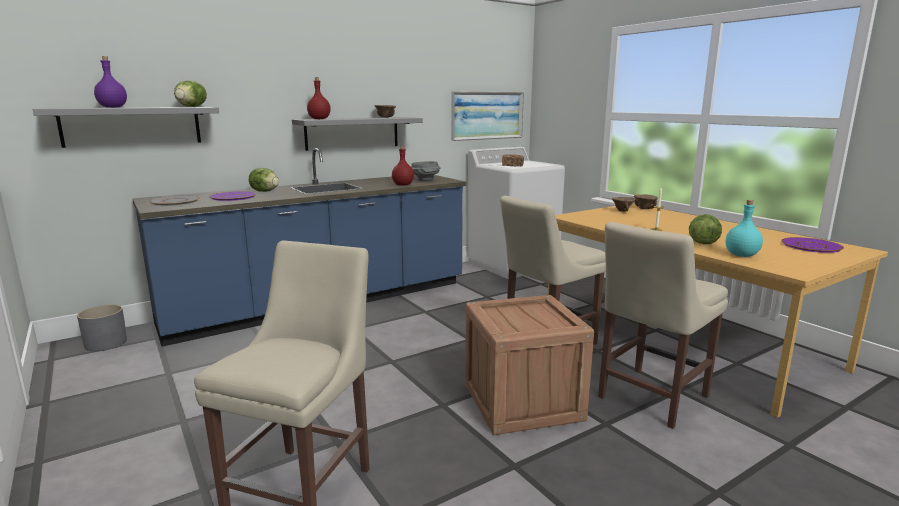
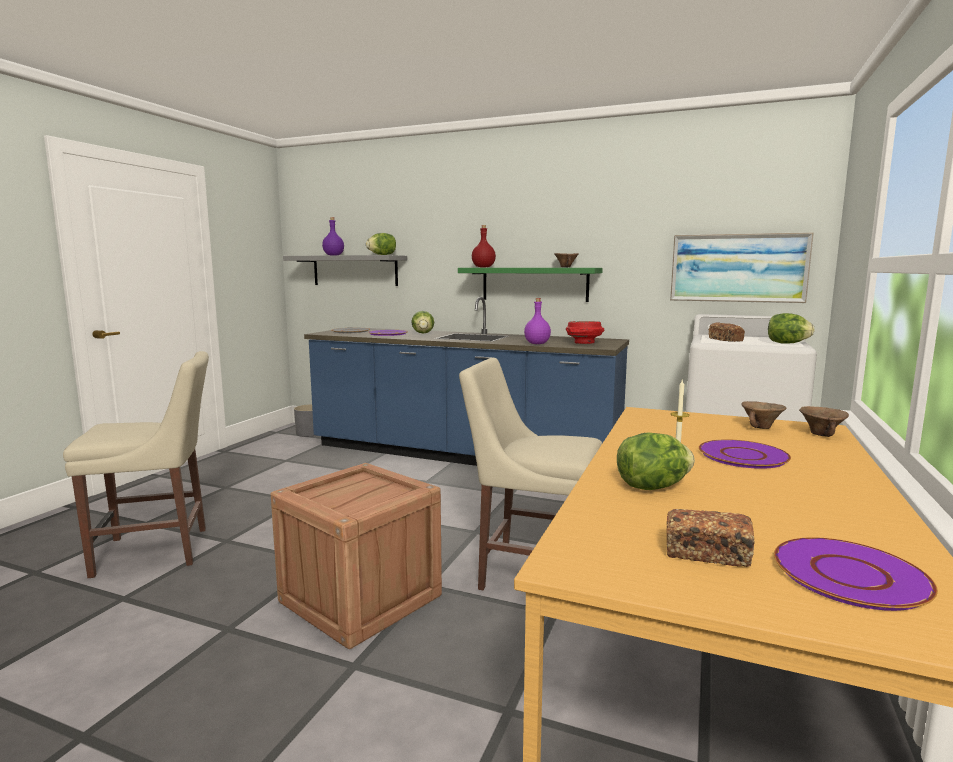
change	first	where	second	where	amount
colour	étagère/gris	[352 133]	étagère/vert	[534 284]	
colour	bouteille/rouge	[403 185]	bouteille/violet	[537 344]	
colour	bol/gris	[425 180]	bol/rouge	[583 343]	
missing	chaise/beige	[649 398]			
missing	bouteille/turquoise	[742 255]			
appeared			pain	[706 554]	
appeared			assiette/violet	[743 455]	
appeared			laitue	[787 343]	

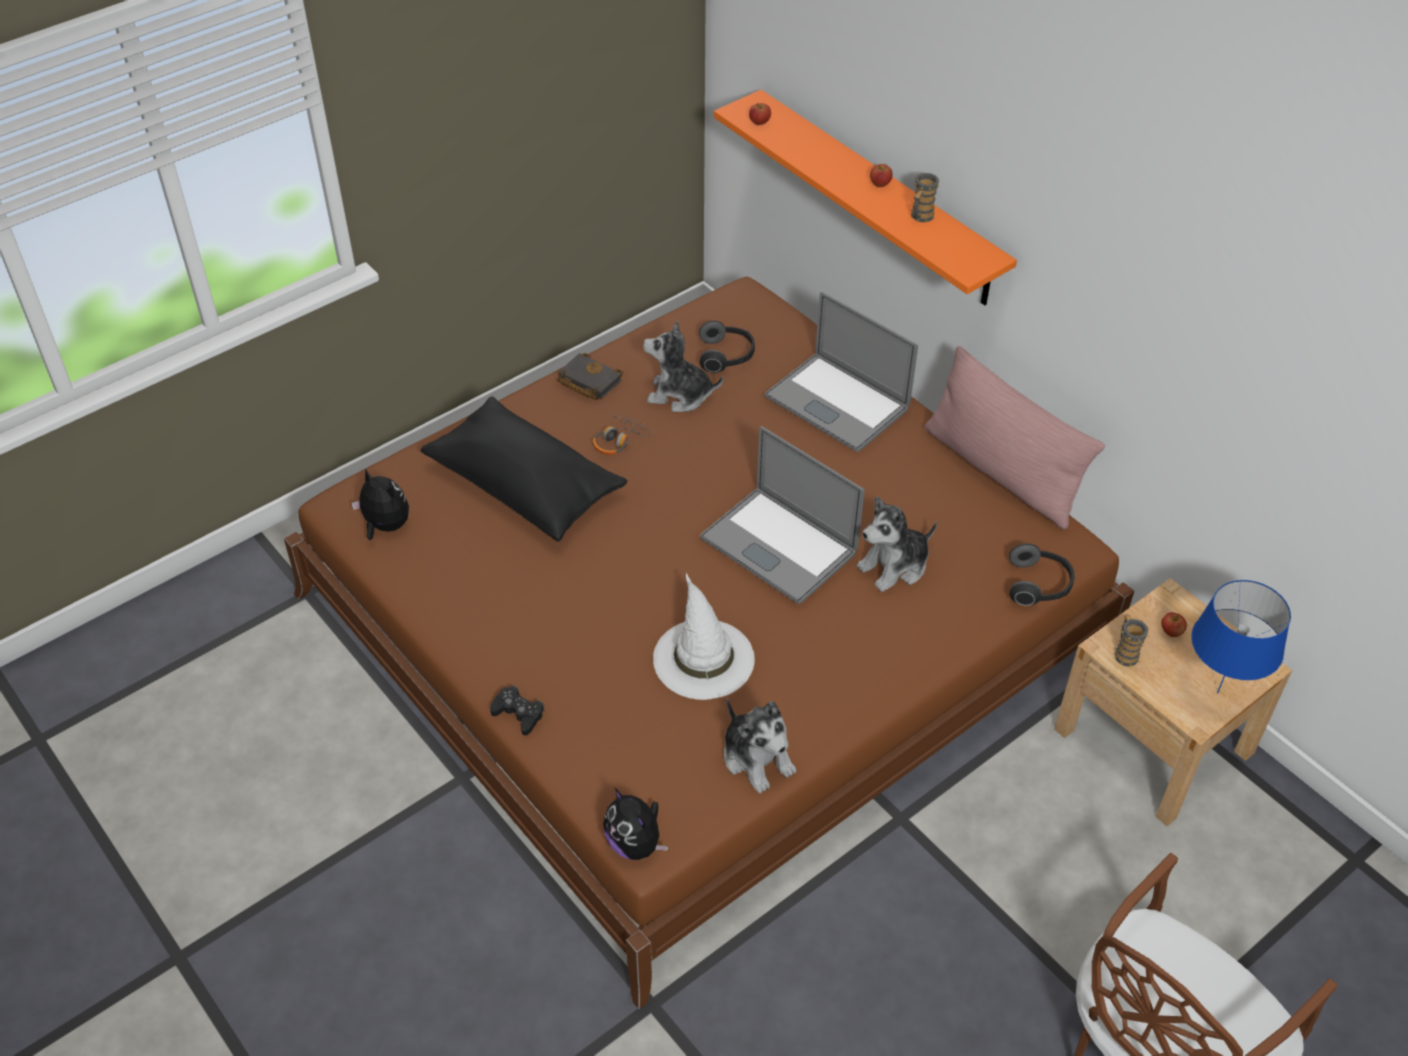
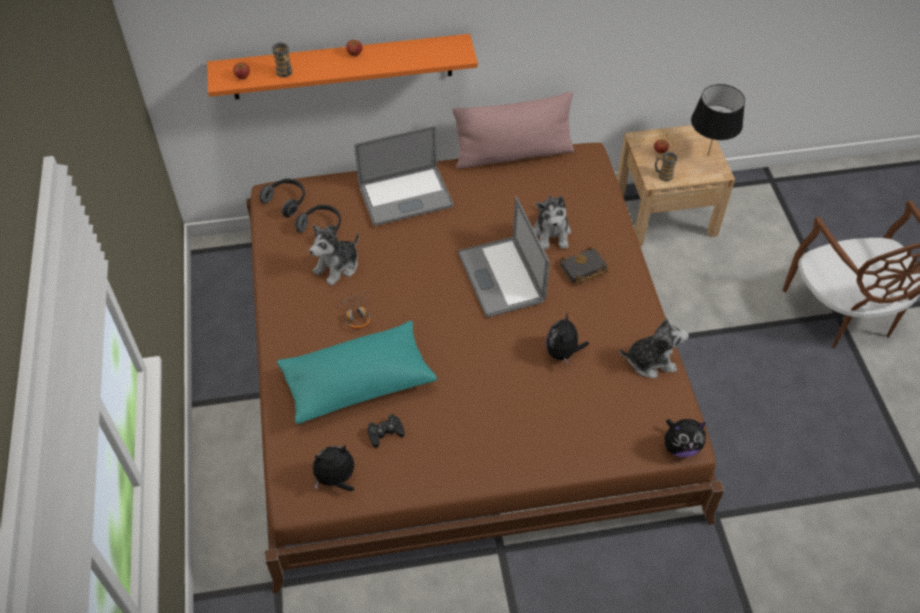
change	first	where	second	where	amount
colour	coussin/noir	[525 486]	coussin/turquoise	[358 382]	
relocated	manette/noir	[518 714]		[385 433]	
relocated	livre/noir	[587 381]		[582 269]	
exchanged	chapeau/blanc	[702 657]	peluche	[563 353]	
spun	ordinateur portable	[778 545]		[501 276]	90 degrees clockwise
relocated	mug	[920 217]		[285 74]	
relocated	casque audio	[1039 585]		[286 201]	
colour	lampe de table/bleu	[1218 692]	lampe de table/noir	[707 155]	

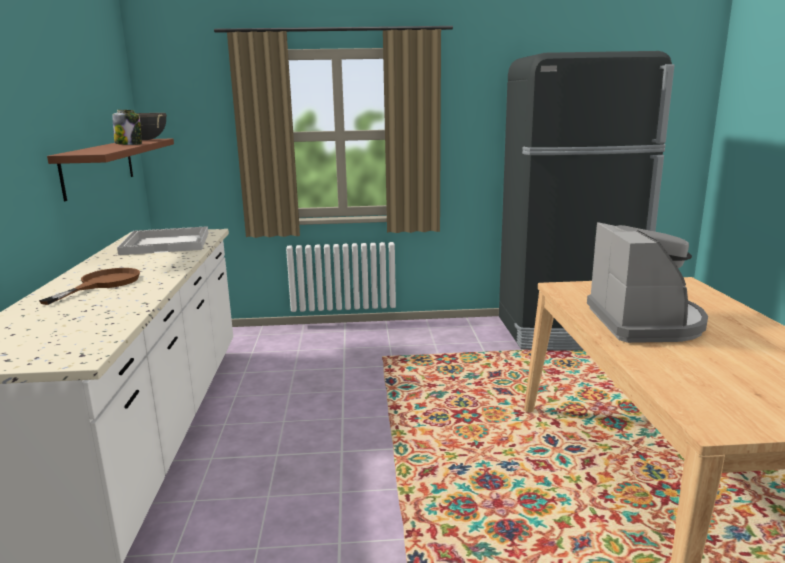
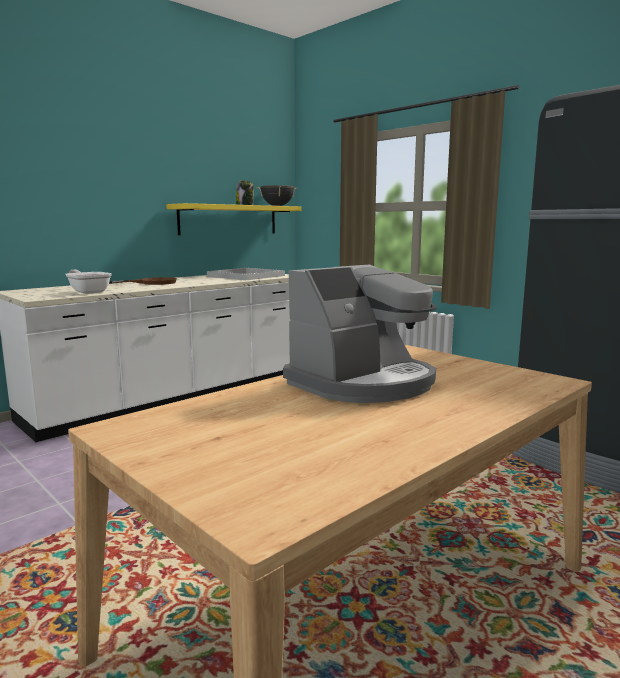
change	first	where	second	where	amount
colour	étagère/marron	[99 167]	étagère/jaune	[229 220]	
appeared			poêle	[88 292]	

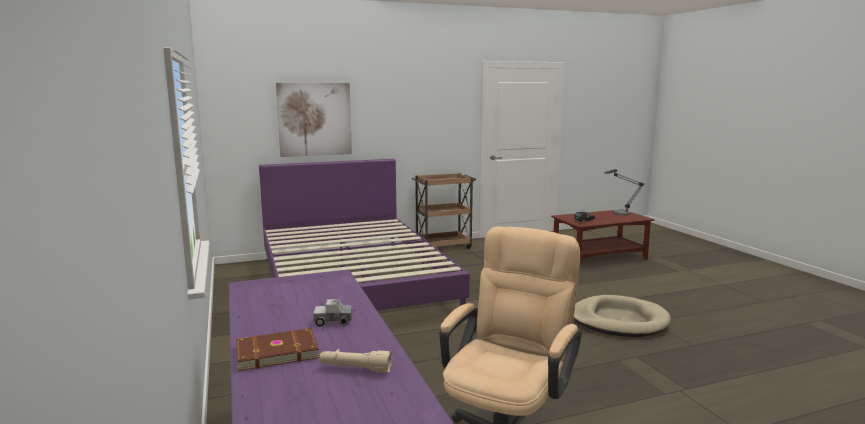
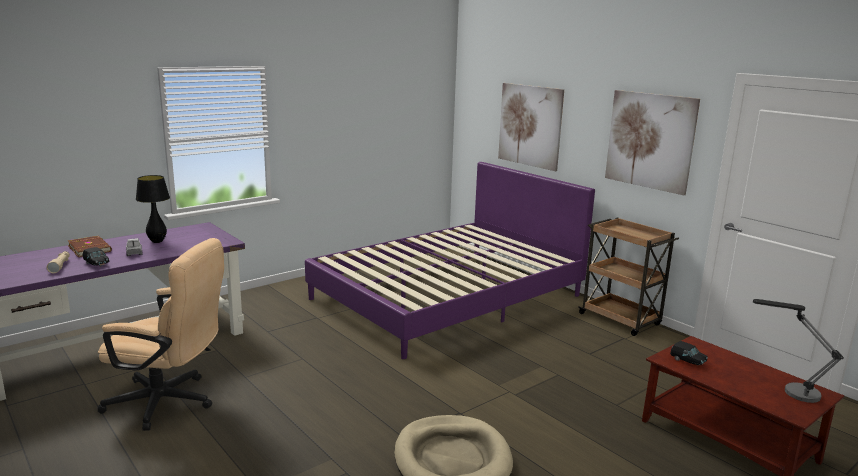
change	first	where	second	where	amount
appeared			petite voiture/noir	[97 264]	
appeared			lampe de table/noir	[157 241]	
appeared			tableau	[650 141]	

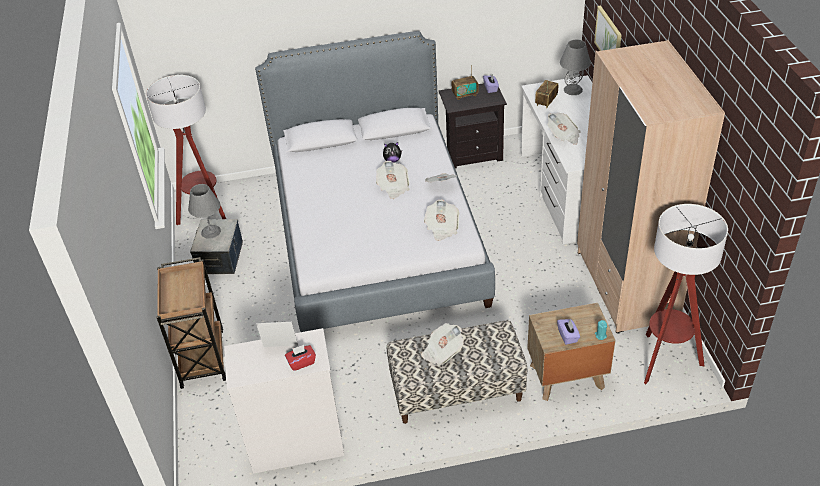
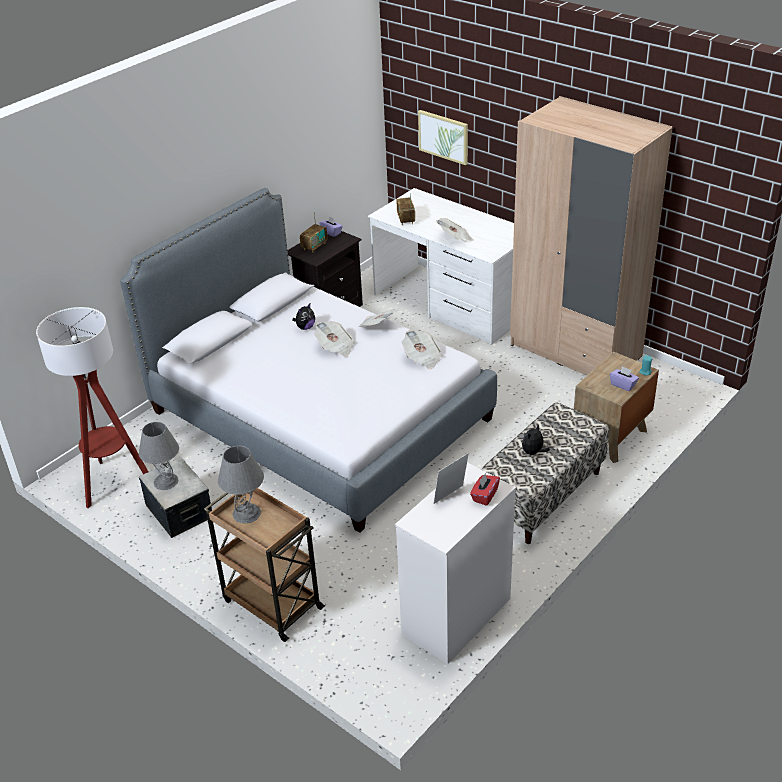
change	first	where	second	where	amount
exchanged	journal	[442 352]	peluche	[533 452]	
relocated	lampe de table/gris	[573 90]		[246 513]	
missing	lampadaire	[665 360]			

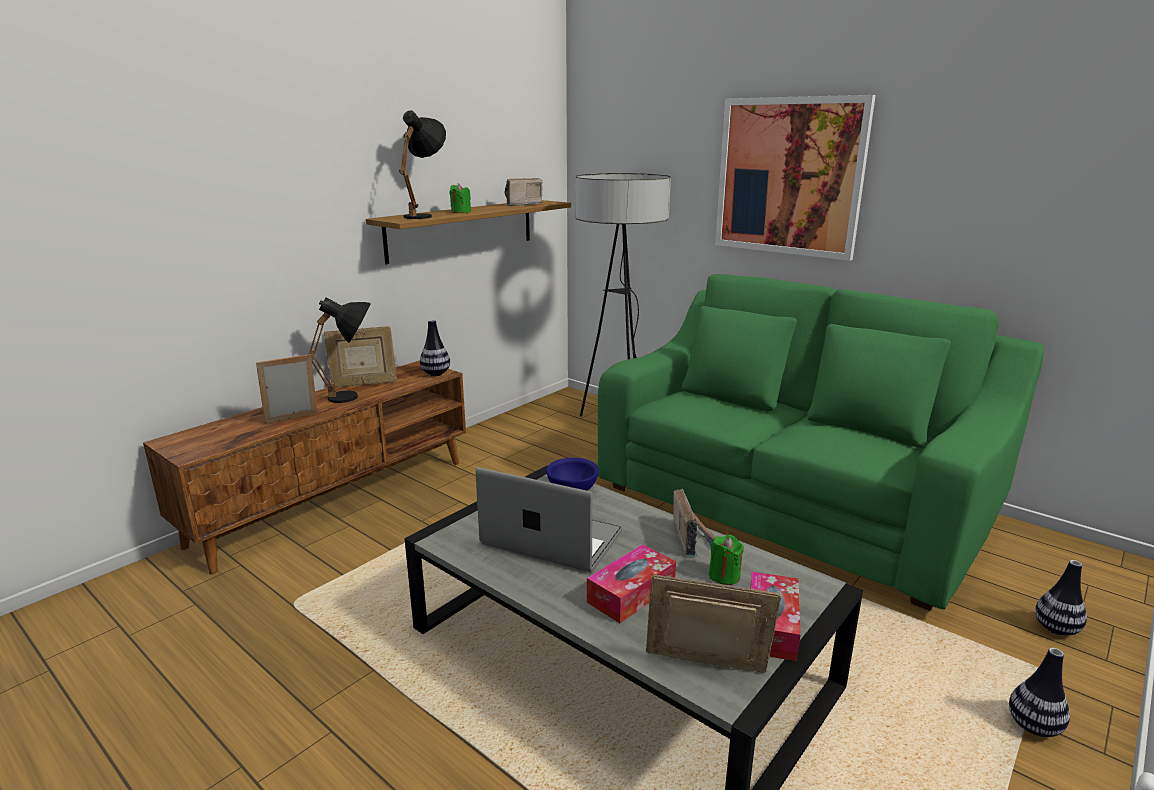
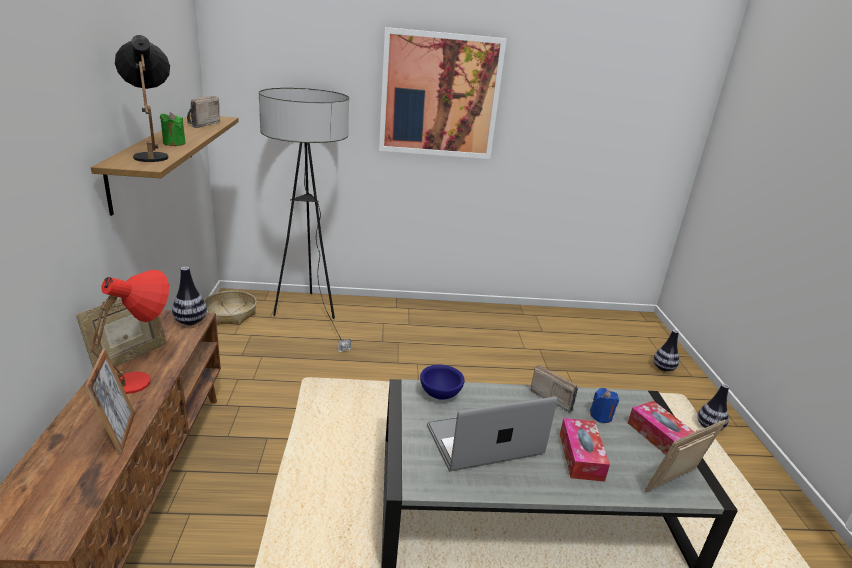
change	first	where	second	where	amount
spun	cadre photo	[292 420]		[118 434]	150 degrees clockwise
colour	lampe de table/noir	[354 397]	lampe de table/rouge	[146 378]	
missing	canapé/vert	[789 504]			
colour	bougie/vert	[724 576]	bougie/bleu	[601 416]	
appeared			panier	[230 314]	

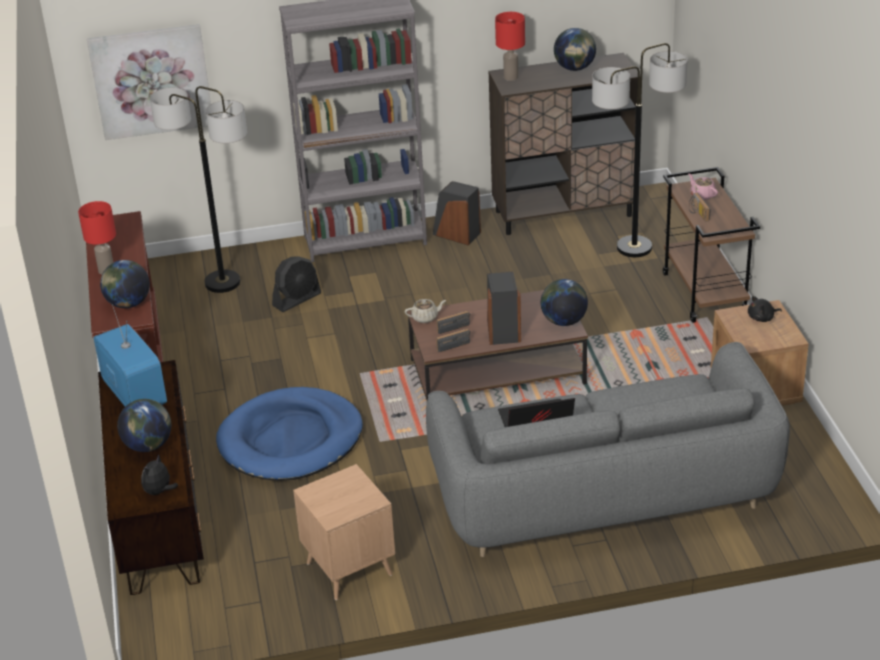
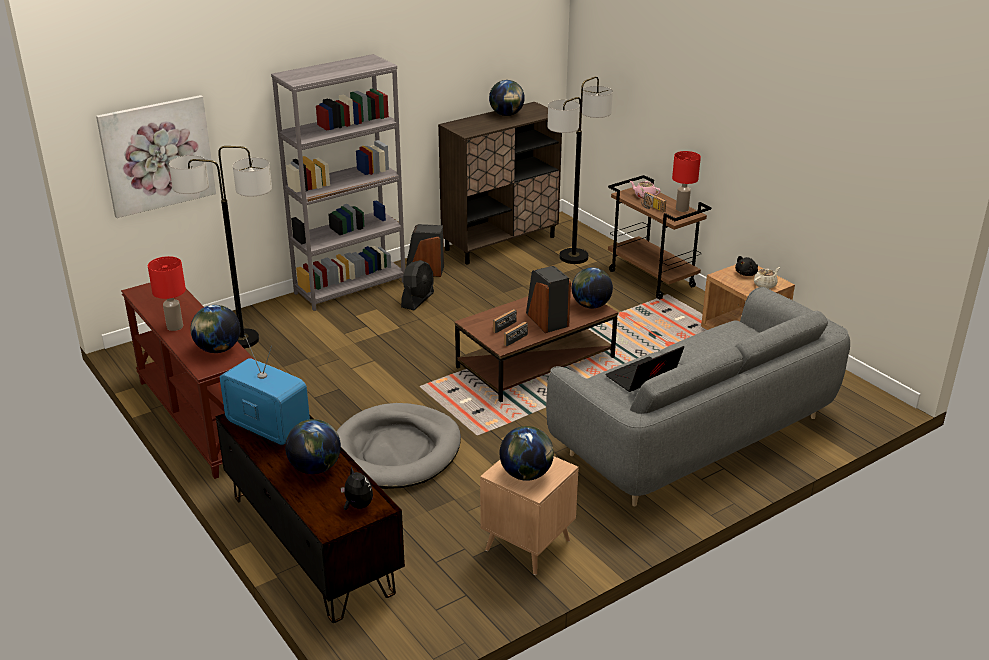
change	first	where	second	where	amount
spun	peluche	[159 492]		[357 506]	135 degrees clockwise
colour	panier pour chien/bleu	[291 440]	panier pour chien/gris	[395 451]	
relocated	ventilateur/noir	[297 299]		[418 300]	
relocated	théière/beige	[425 317]		[765 285]	
relocated	lampe de table/rouge	[510 77]		[681 209]	
appeared			globe	[526 474]	

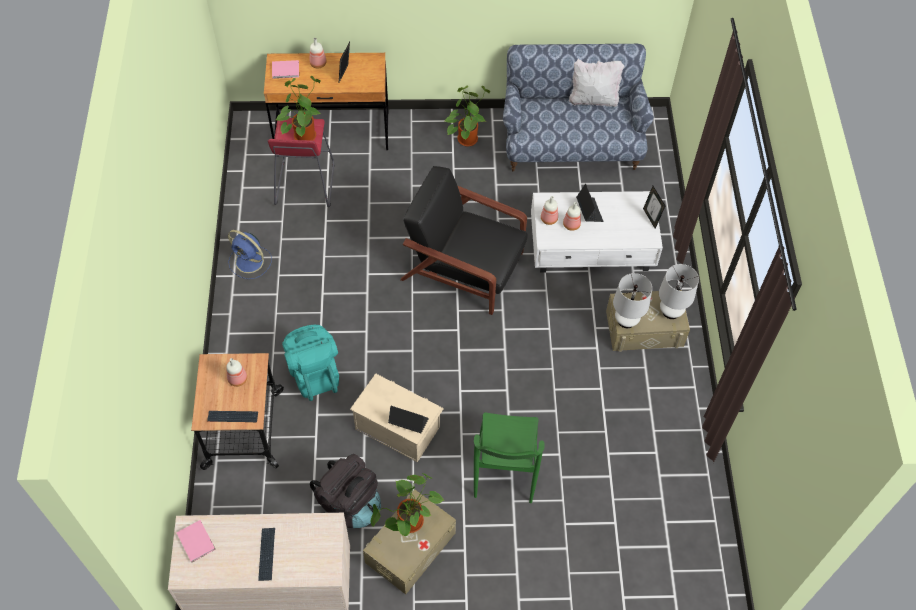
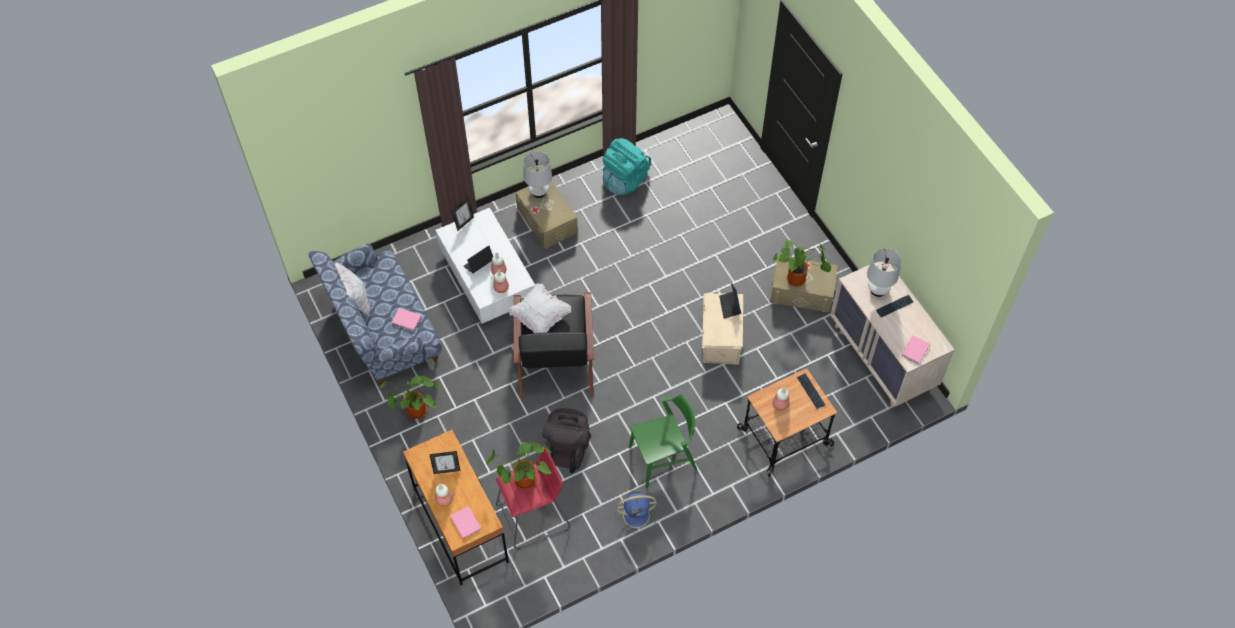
change	first	where	second	where	amount
spun	ventilateur/bleu	[250 262]		[637 515]	75 degrees clockwise
relocated	sac à dos/turquoise	[314 373]		[624 180]	
relocated	sac à dos/noir	[349 504]		[567 449]	
relocated	chaise/vert	[505 470]		[663 458]	
relocated	lampe de table/blanc	[626 320]		[878 290]	
appeared			livre/rose	[407 320]	
appeared			coussin/blanc	[540 316]	

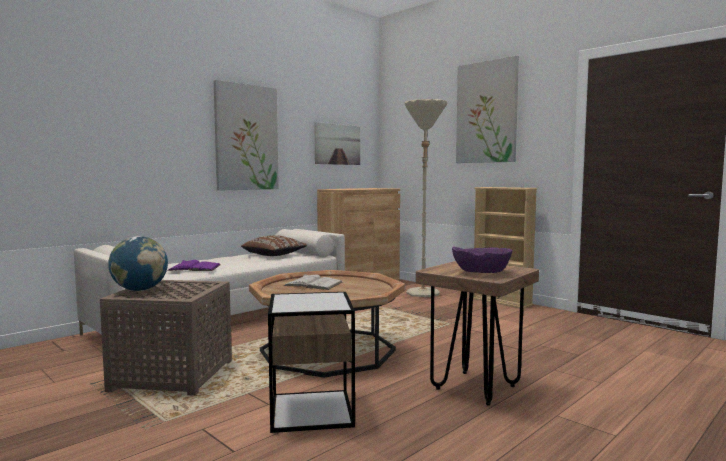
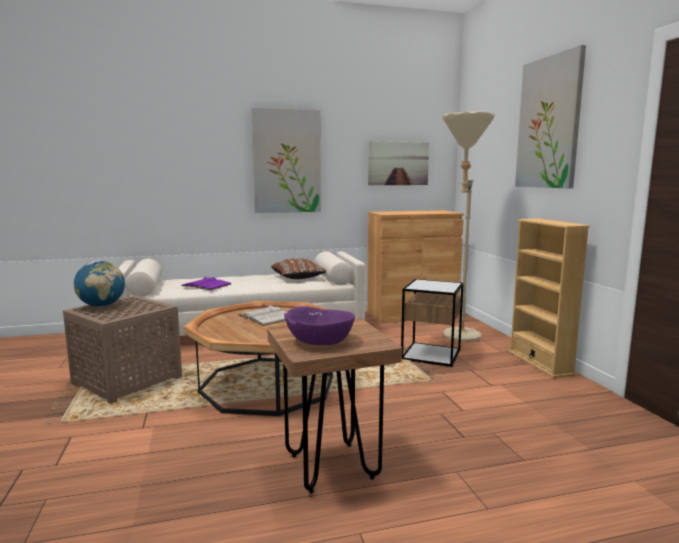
change	first	where	second	where	amount
relocated	table d'appoint	[311 410]		[431 354]	

